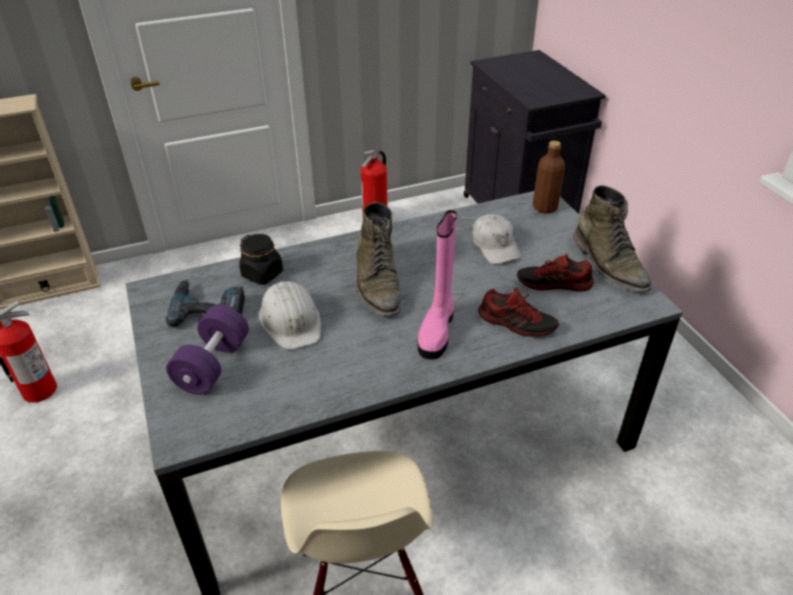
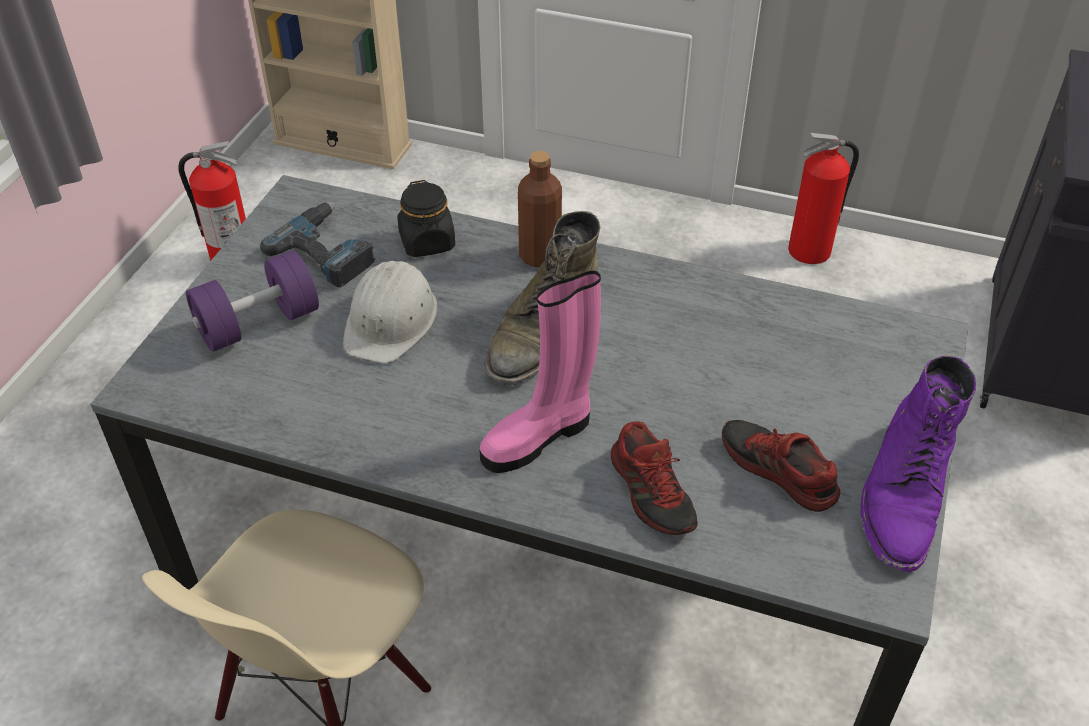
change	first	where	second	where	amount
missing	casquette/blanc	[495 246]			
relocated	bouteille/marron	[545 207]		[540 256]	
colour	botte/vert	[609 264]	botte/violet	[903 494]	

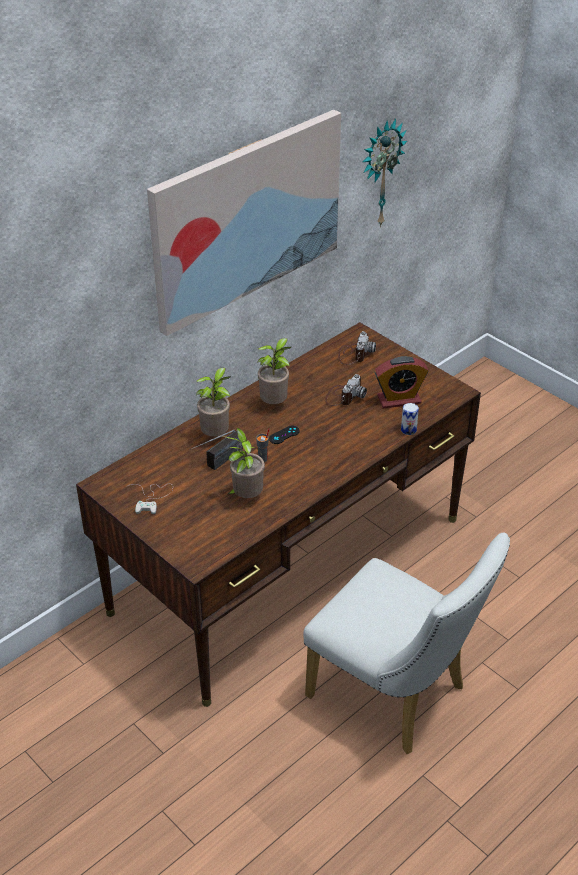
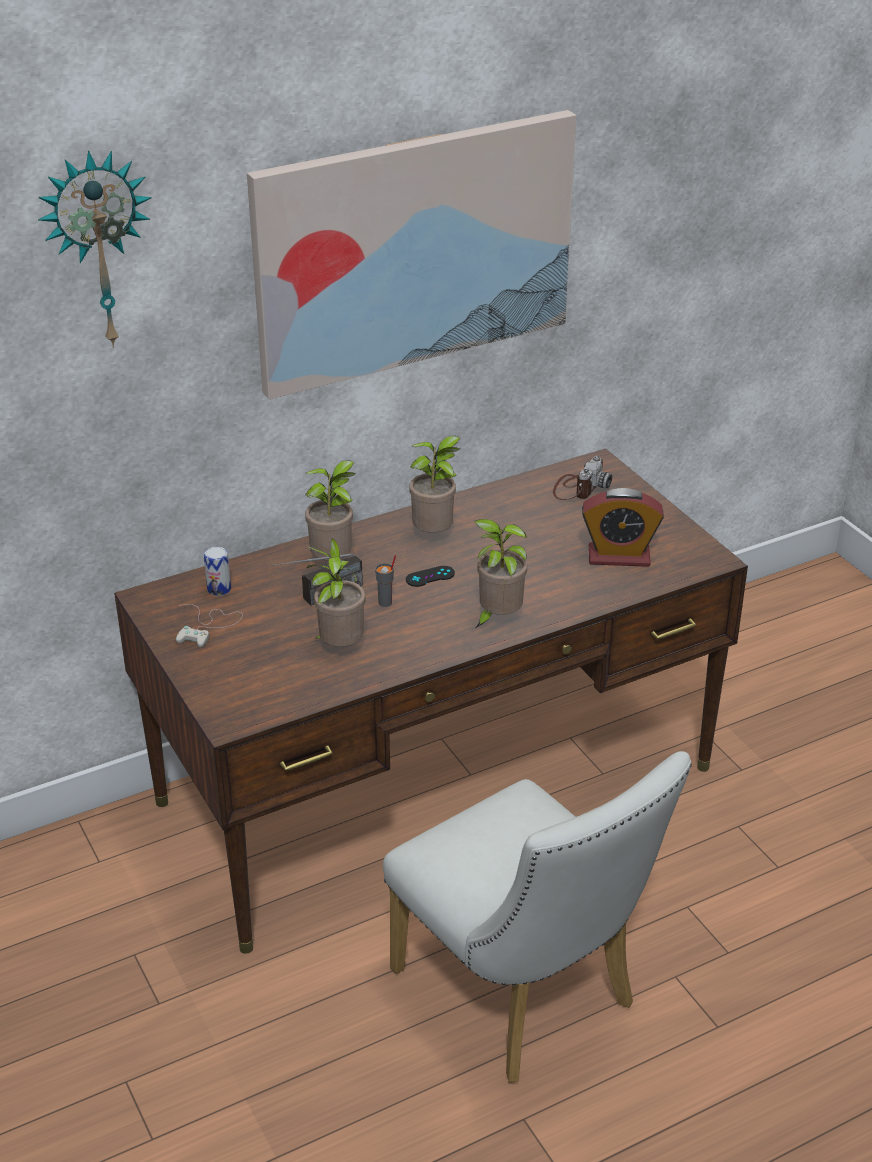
change	first	where	second	where	amount
missing	appareil photo	[344 396]			
relocated	horloge murale	[379 173]		[98 249]	
relocated	boîte métallique	[408 430]		[219 589]	
appeared			plante en pot	[497 618]	

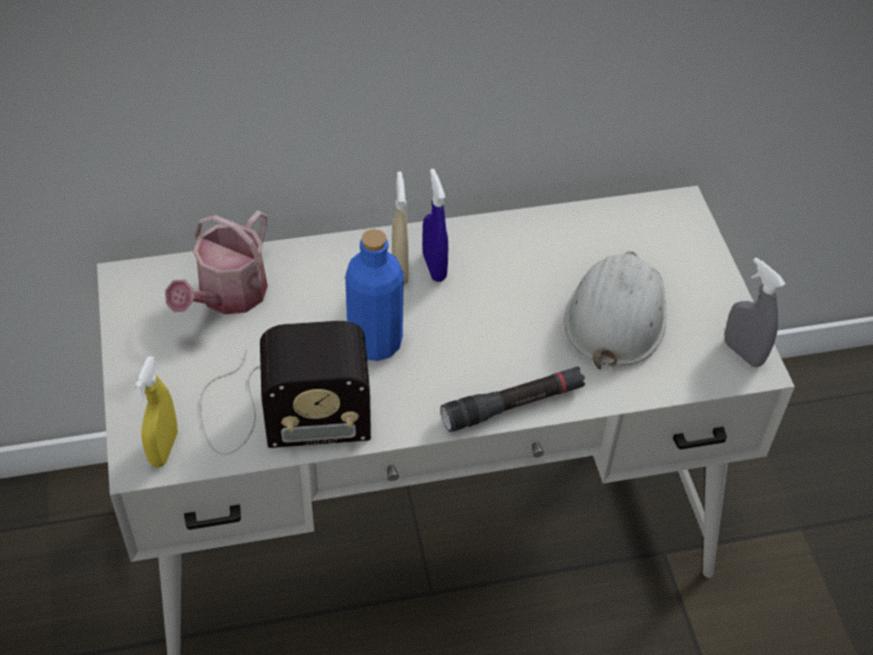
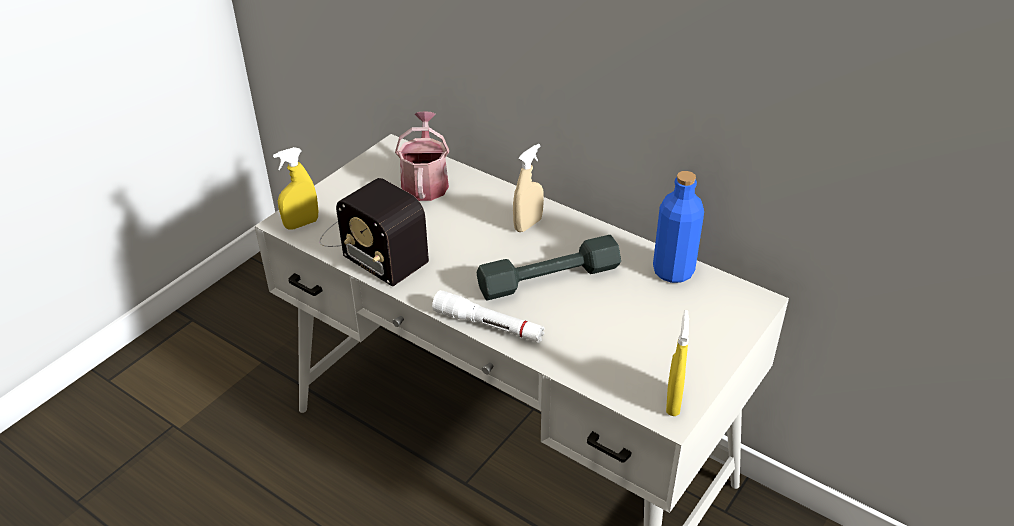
change	first	where	second	where	amount
spun	arrosoir	[227 297]		[425 182]	105 degrees clockwise
relocated	bouteille/bleu	[375 342]		[673 271]	
missing	vaporisateur/bleu	[434 267]			
colour	lampe de poche/noir	[513 405]	lampe de poche/blanc	[488 325]	
missing	casque de chantier/blanc	[615 315]			
colour	vaporisateur/gris	[743 352]	vaporisateur/jaune	[673 402]	
appeared			haltère/gris	[548 278]	

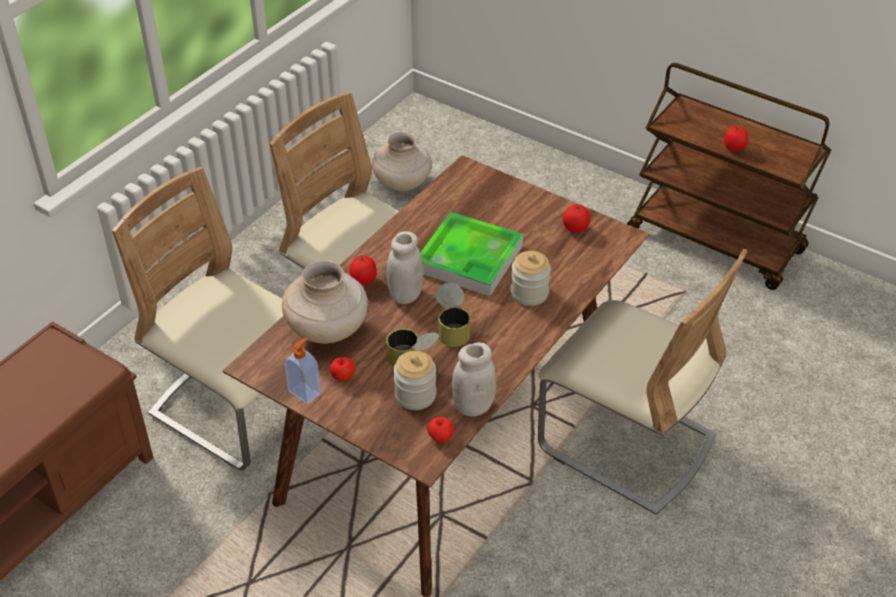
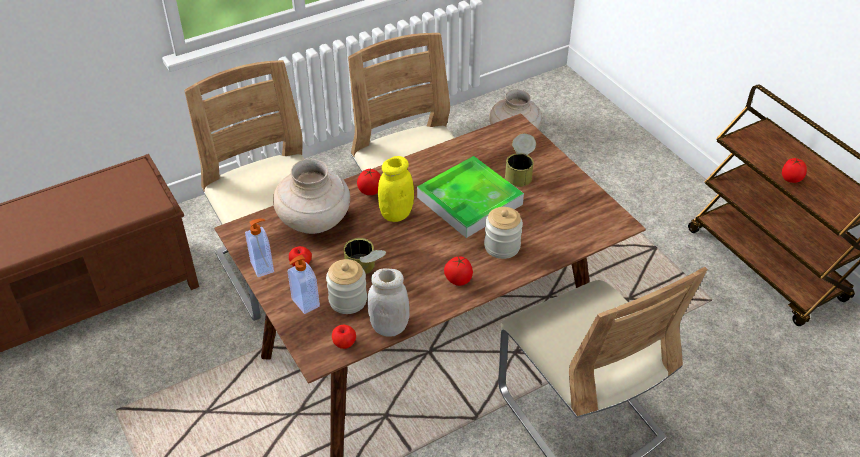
change	first	where	second	where	amount
colour	bocal/blanc	[405 295]	bocal/jaune	[396 214]	
relocated	boîte métallique	[452 328]		[520 172]	
relocated	tomate	[575 229]		[458 280]	
appeared			distributeur de savon	[304 303]	

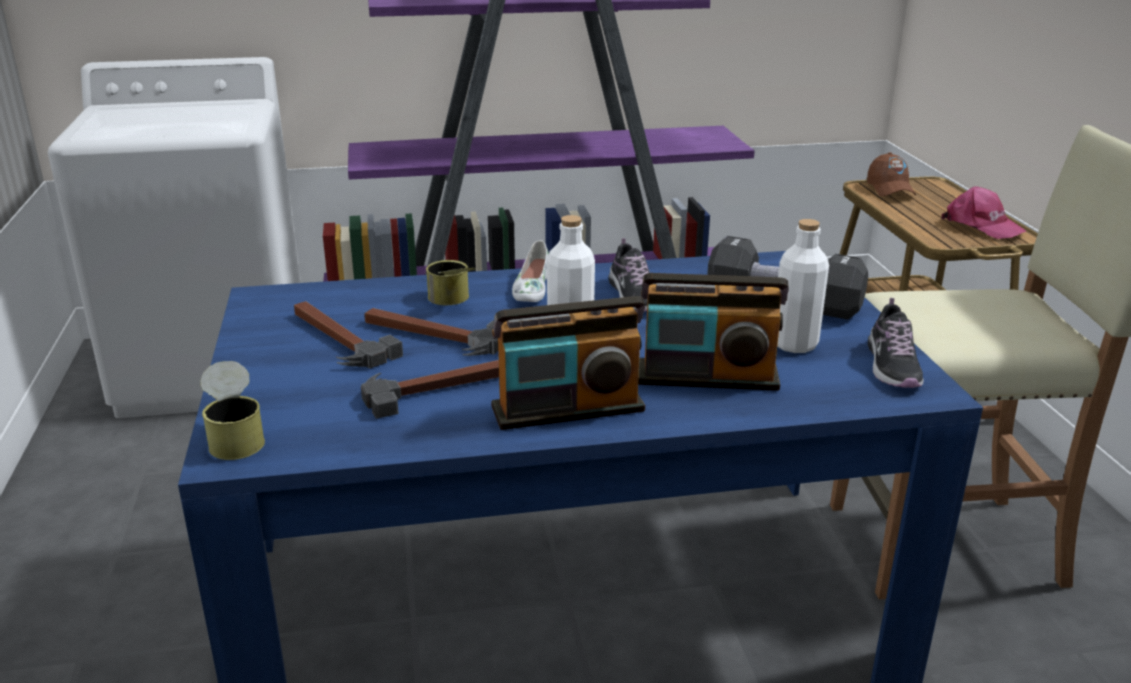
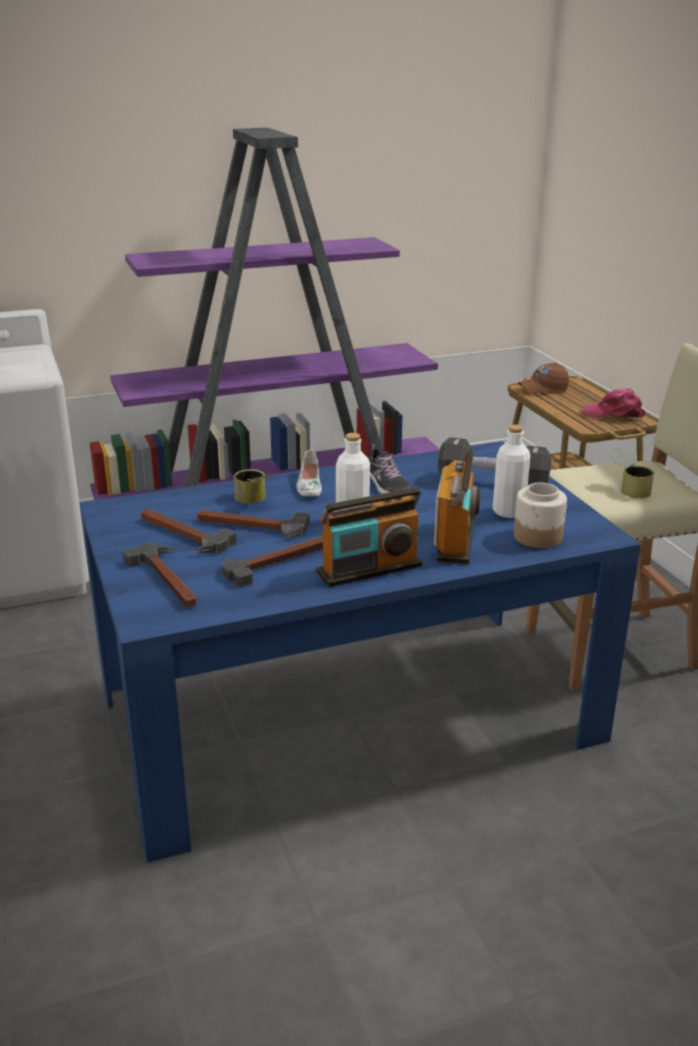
change	first	where	second	where	amount
relocated	boîte métallique	[235 436]		[629 488]	
spun	radio	[707 377]		[456 539]	75 degrees counterclockwise
spun	casquette/marron	[890 189]		[543 388]	90 degrees clockwise
missing	chaussure	[892 366]			
spun	casquette/rose	[981 225]		[614 413]	150 degrees clockwise
appeared			marteau	[167 580]	
appeared			bocal	[538 537]	

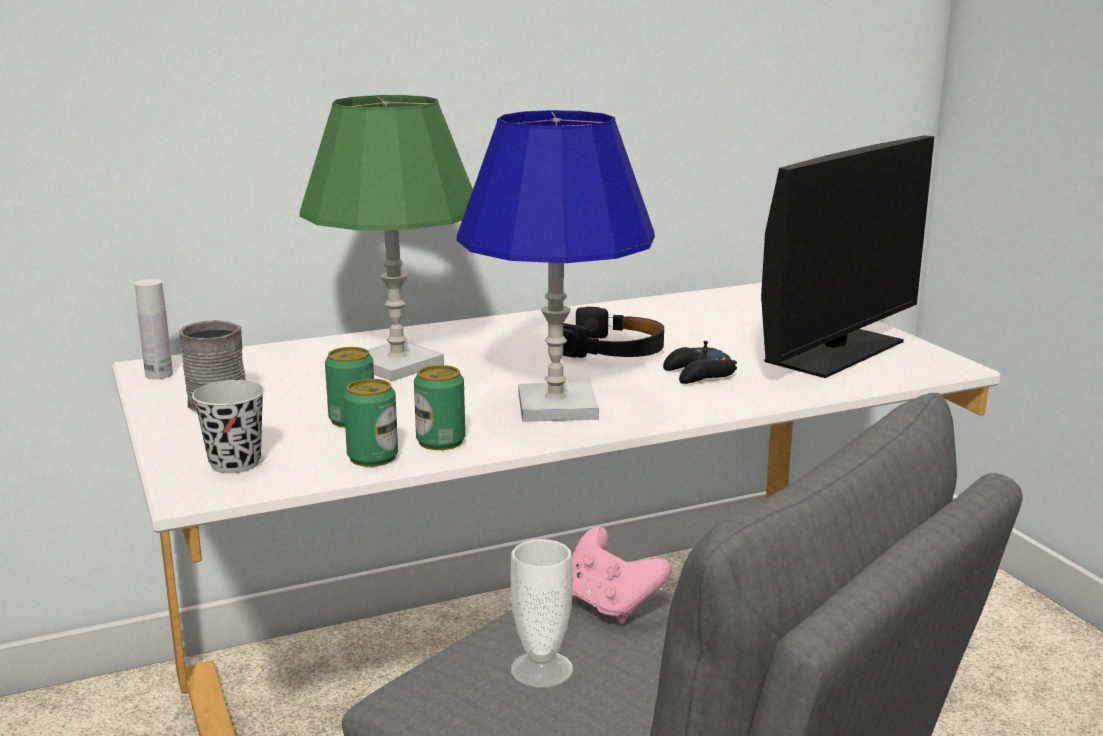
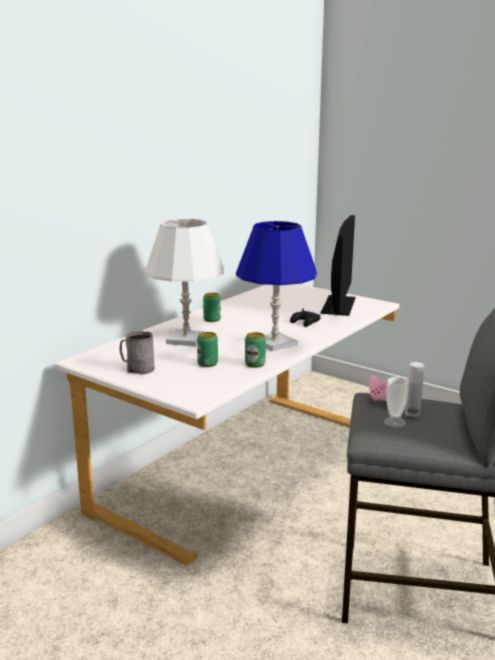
change	first	where	second	where	amount
relocated	bouteille/blanc	[159 374]		[412 413]	
missing	tasse/noir	[235 463]			
colour	lampe de table/vert	[397 365]	lampe de table/blanc	[186 340]	
relocated	boîte métallique	[372 457]		[212 319]	
missing	casque audio/noir	[613 350]			

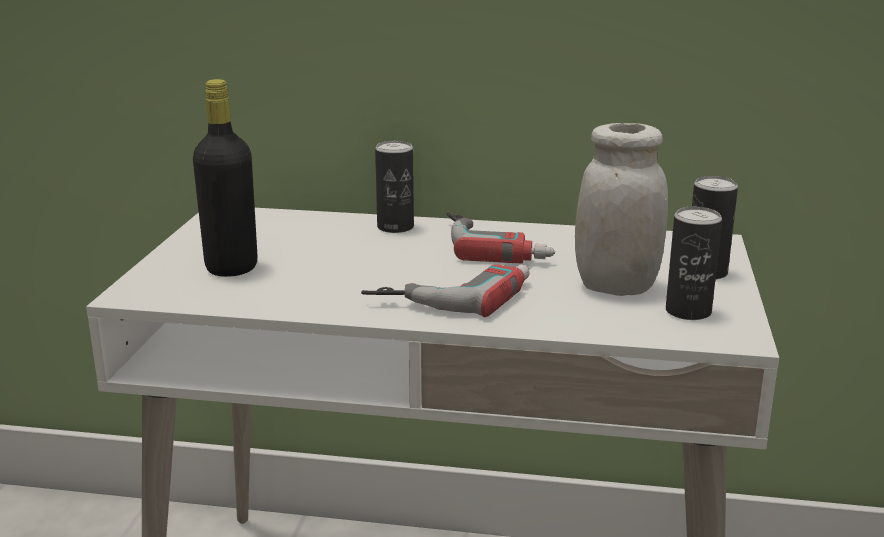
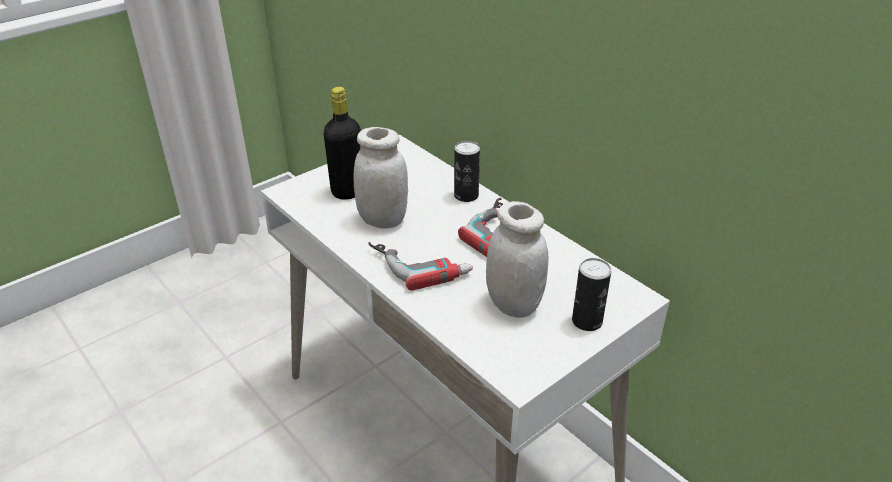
change	first	where	second	where	amount
missing	boîte métallique	[688 311]			
appeared			bocal/blanc	[383 220]	

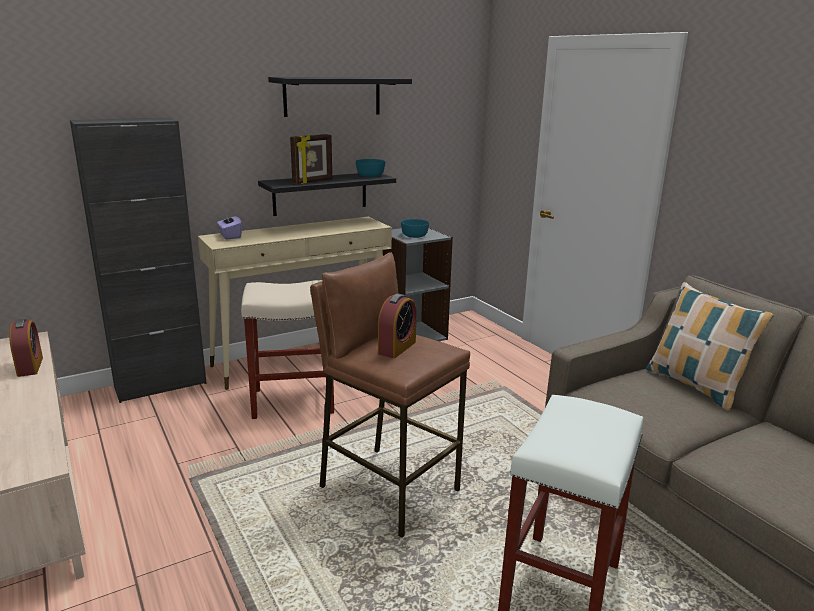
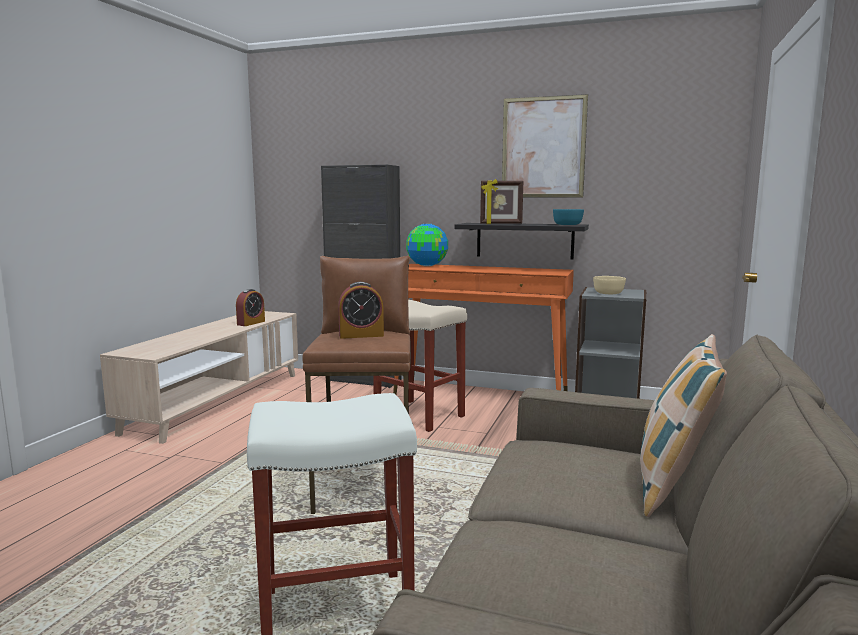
change	first	where	second	where	amount
colour	table console/beige	[304 358]	table console/orange	[481 395]	
exchanged	boîte à mouchoirs/violet	[230 236]	globe	[427 265]	
exchanged	étagère/noir	[332 96]	tableau	[543 147]	
colour	bol/turquoise	[414 235]	bol/beige	[608 293]	

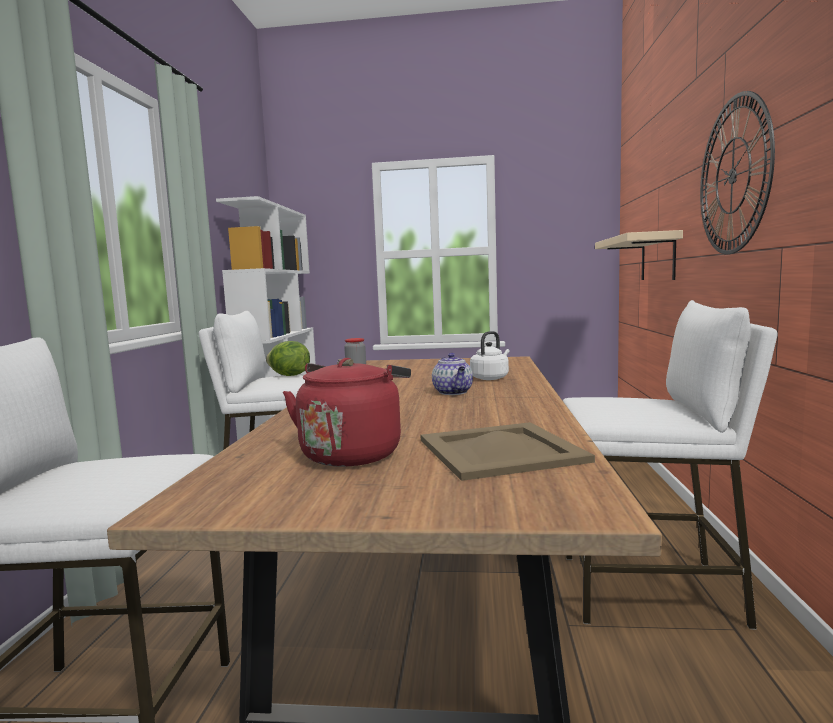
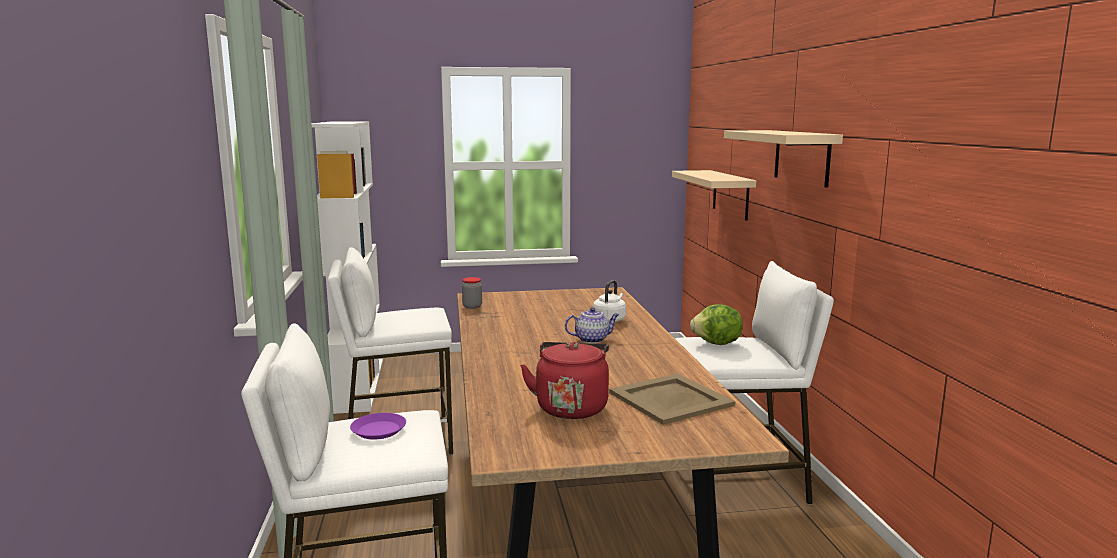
change	first	where	second	where	amount
relocated	laitue	[289 376]		[717 344]	
spun	théière	[453 392]		[592 339]	75 degrees counterclockwise
exchanged	horloge murale	[733 176]	étagère/beige	[801 157]	
appeared			assiette/violet	[378 430]	

